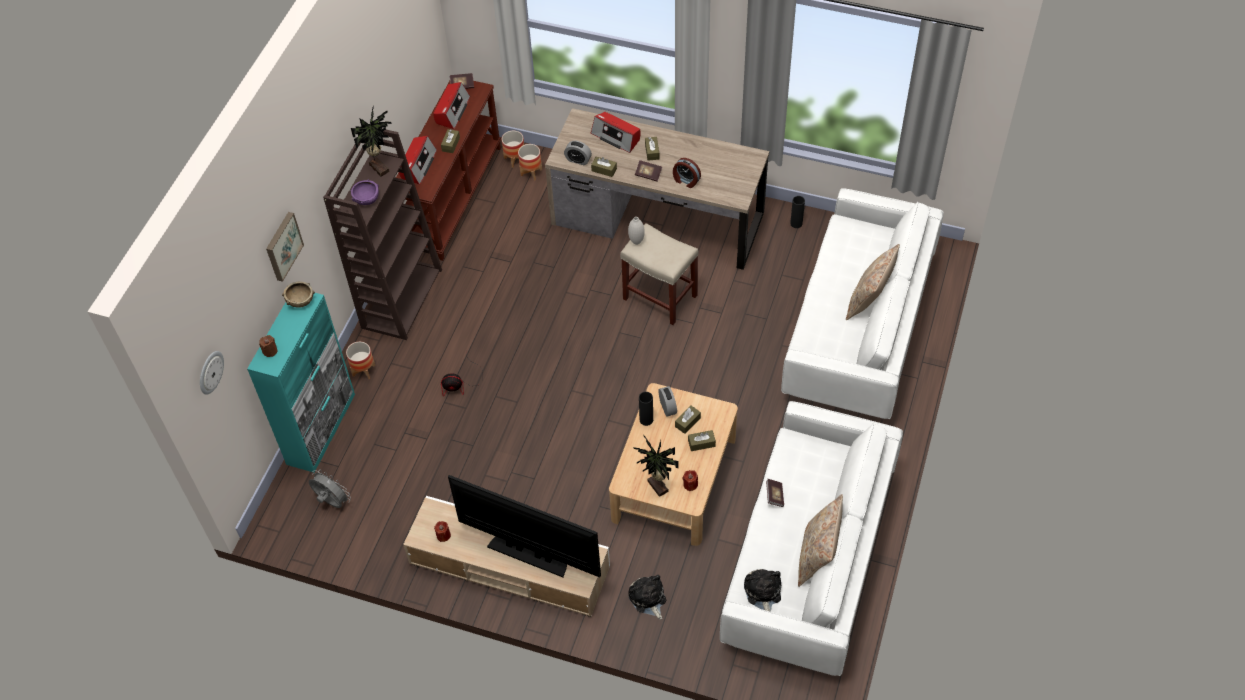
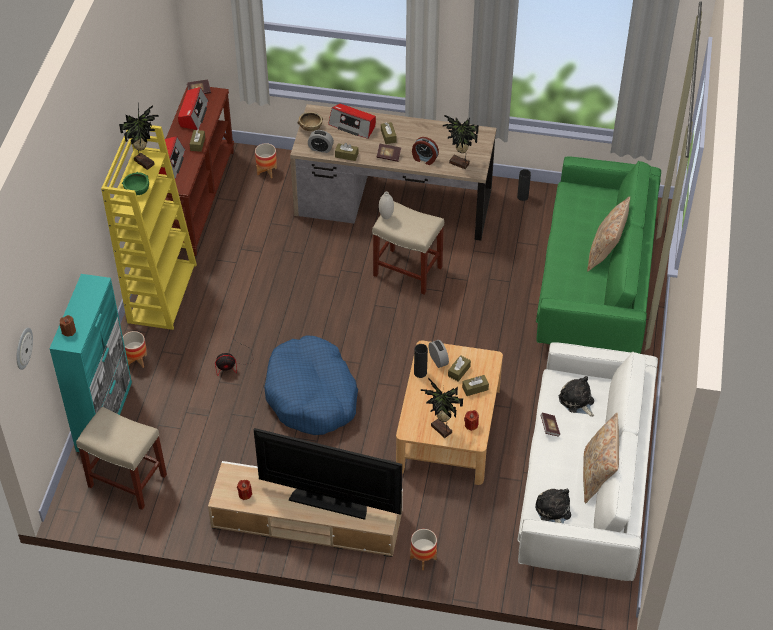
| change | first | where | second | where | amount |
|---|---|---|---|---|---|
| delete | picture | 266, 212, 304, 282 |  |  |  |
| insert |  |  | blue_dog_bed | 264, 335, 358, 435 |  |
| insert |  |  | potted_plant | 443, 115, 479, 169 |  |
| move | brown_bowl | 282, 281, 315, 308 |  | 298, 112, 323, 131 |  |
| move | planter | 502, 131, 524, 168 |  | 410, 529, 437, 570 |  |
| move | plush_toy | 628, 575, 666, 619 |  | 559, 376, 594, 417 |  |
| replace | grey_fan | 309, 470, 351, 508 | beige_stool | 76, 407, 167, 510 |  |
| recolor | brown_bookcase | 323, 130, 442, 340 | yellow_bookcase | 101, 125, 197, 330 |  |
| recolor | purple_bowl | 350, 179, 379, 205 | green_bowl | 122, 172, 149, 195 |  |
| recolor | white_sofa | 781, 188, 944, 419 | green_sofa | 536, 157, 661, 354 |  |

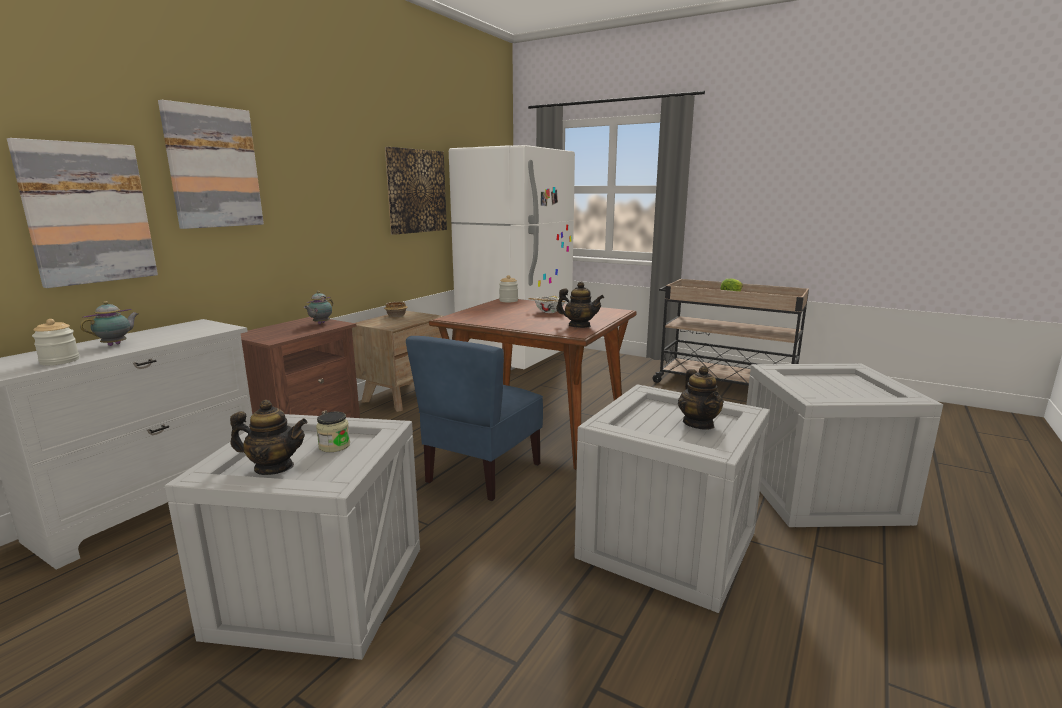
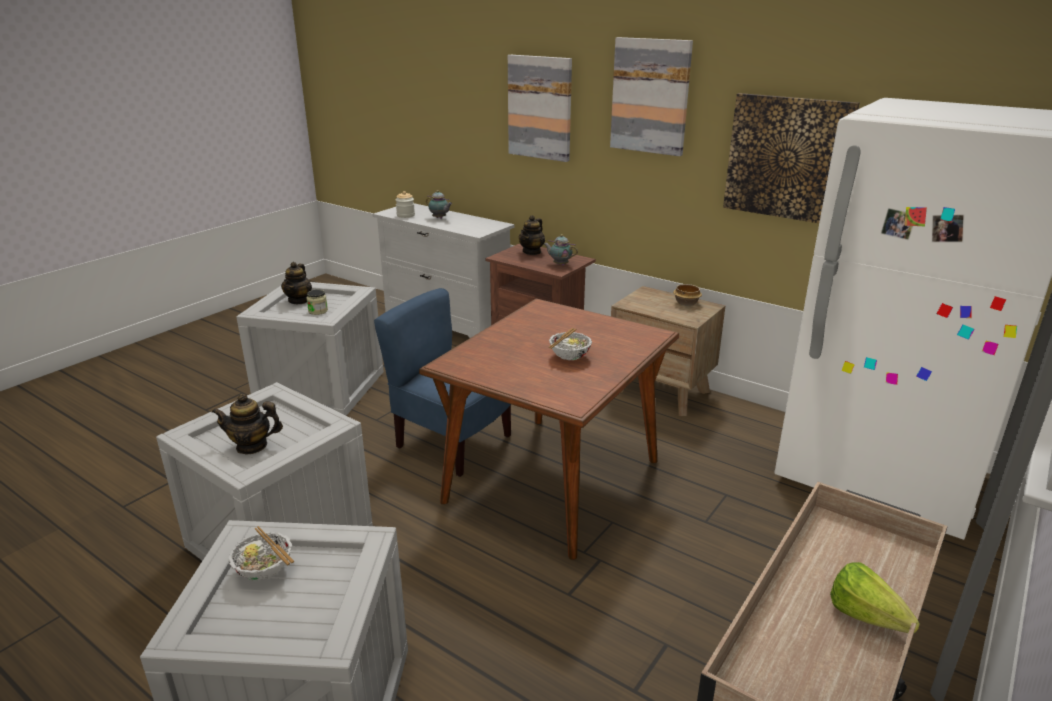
| change | first | where | second | where | amount |
|---|---|---|---|---|---|
| delete | jar | 499, 275, 518, 303 |  |  |  |
| insert |  |  | bowl | 228, 526, 294, 580 |  |
| move | picture | 7, 138, 158, 288 |  | 610, 37, 693, 156 |  |
| move | teapot | 556, 282, 604, 328 |  | 519, 215, 545, 255 |  |

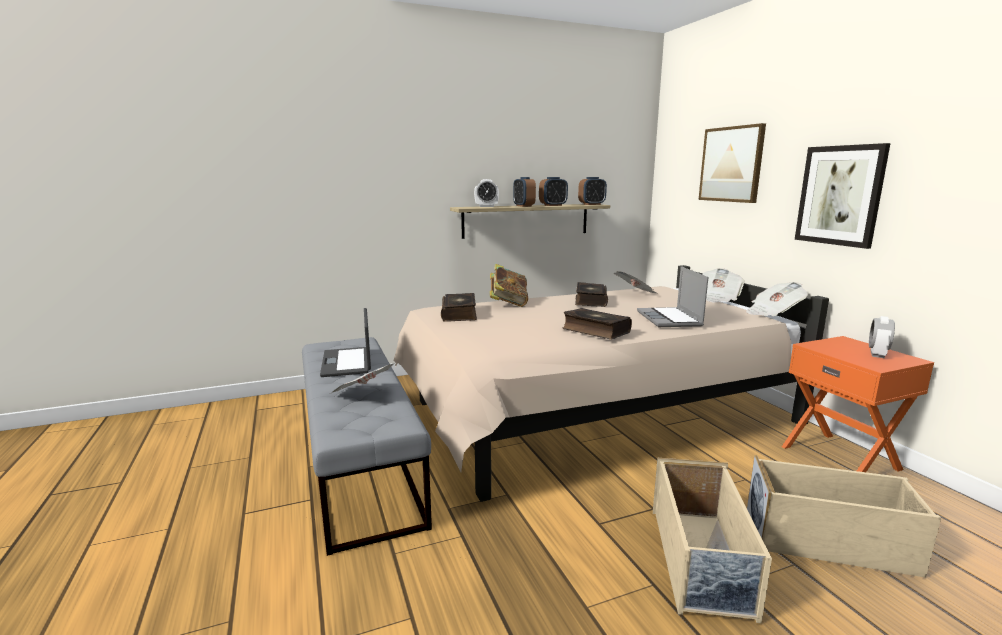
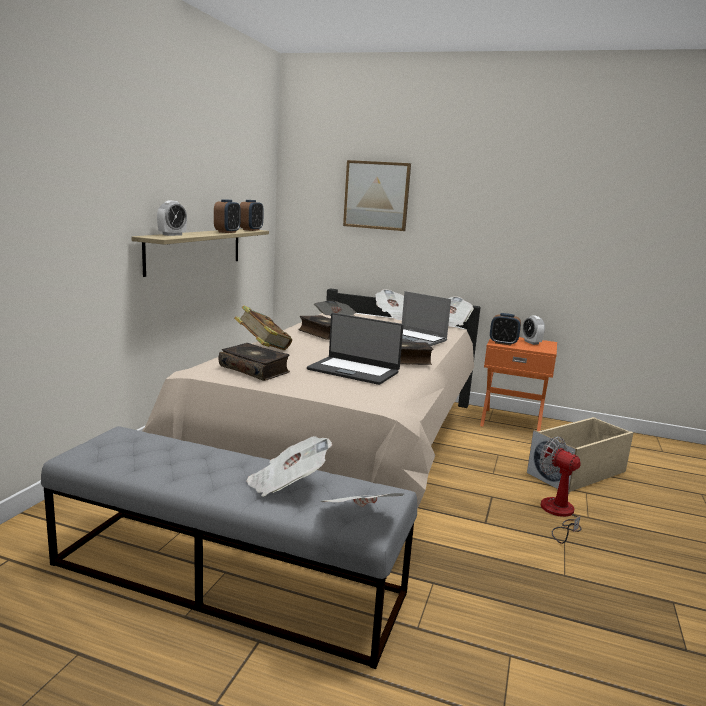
| change | first | where | second | where | amount |
|---|---|---|---|---|---|
| delete | picture | 795, 143, 891, 249 |  |  |  |
| insert |  |  | newspaper | 321, 493, 404, 507 |  |
| move | laptop | 320, 308, 371, 377 |  | 307, 313, 404, 385 |  |
| move | alarm_clock | 513, 177, 536, 207 |  | 490, 313, 521, 345 |  |
| replace | beige_storage_box | 653, 458, 772, 623 | fan | 540, 437, 581, 544 |  |

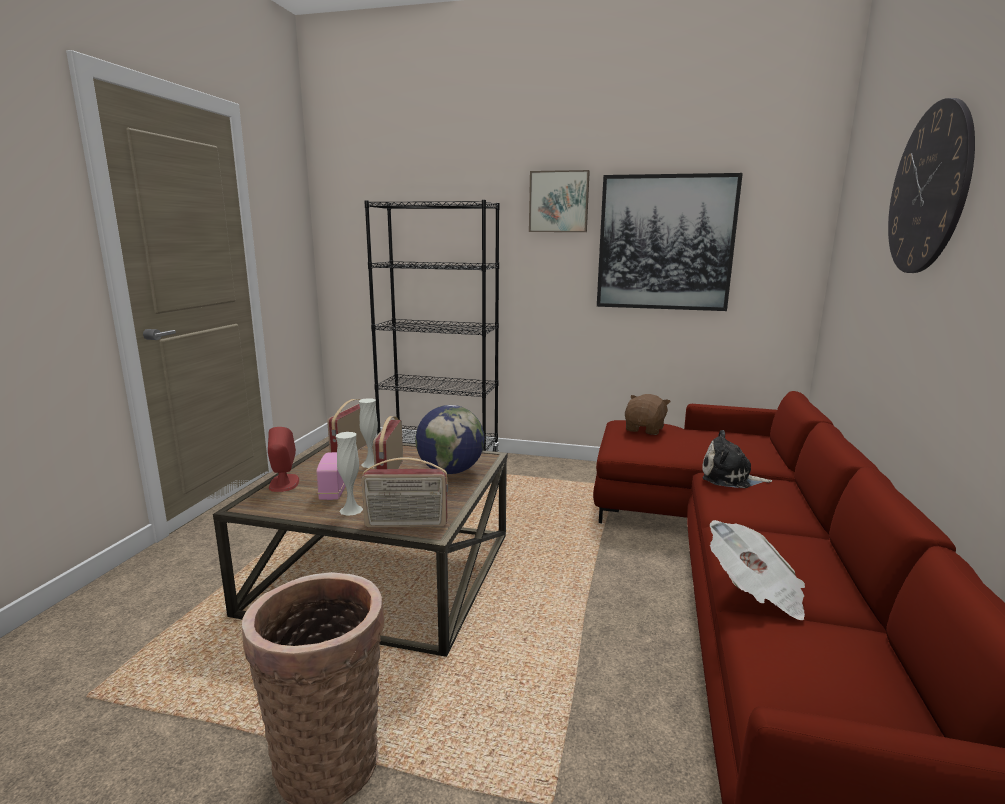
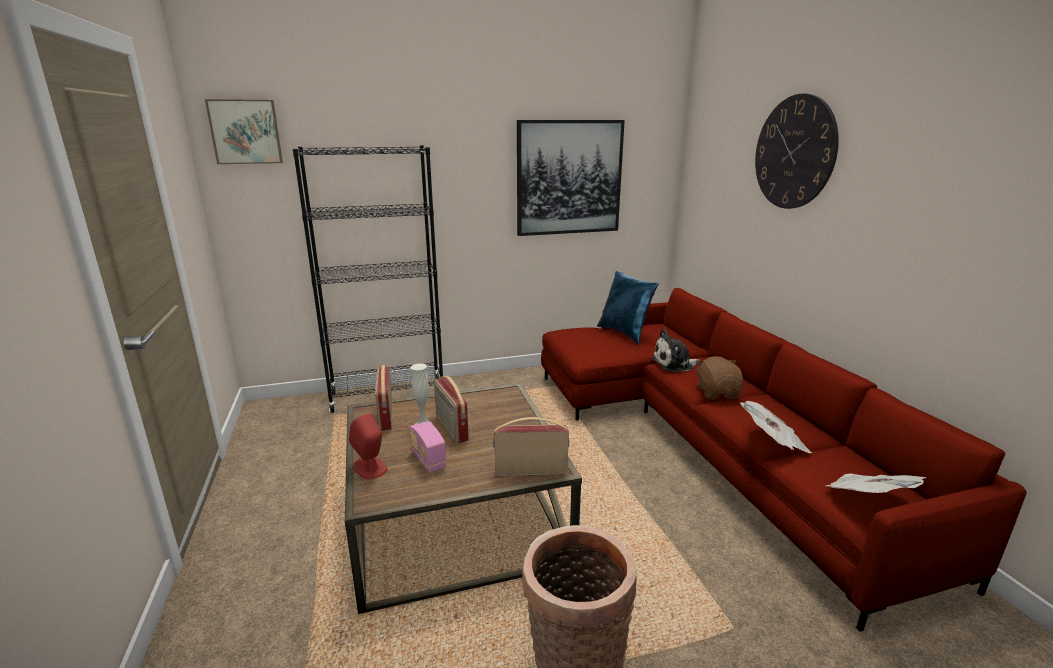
| change | first | where | second | where | amount |
|---|---|---|---|---|---|
| delete | white_vase | 336, 432, 363, 516 |  |  |  |
| delete | globe | 415, 405, 485, 474 |  |  |  |
| insert |  |  | blue_pillow | 597, 270, 659, 344 |  |
| insert |  |  | newspaper | 826, 473, 927, 493 |  |
| move | picture | 529, 170, 590, 232 |  | 205, 99, 283, 164 |  |
| move | brown_plush_toy | 625, 394, 671, 435 |  | 696, 356, 743, 399 |  |
| rotate | radio | 361, 458, 448, 528 |  | 493, 417, 569, 476 | 150 degrees counterclockwise |

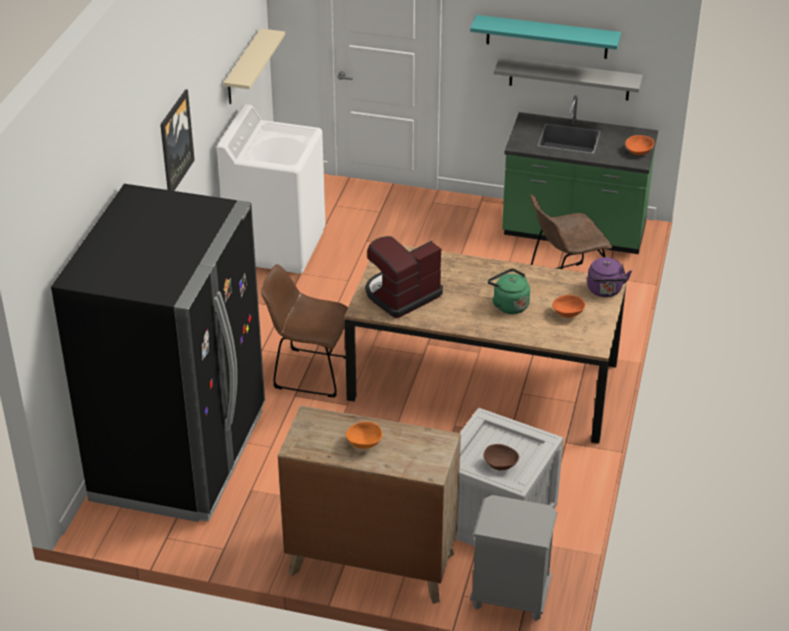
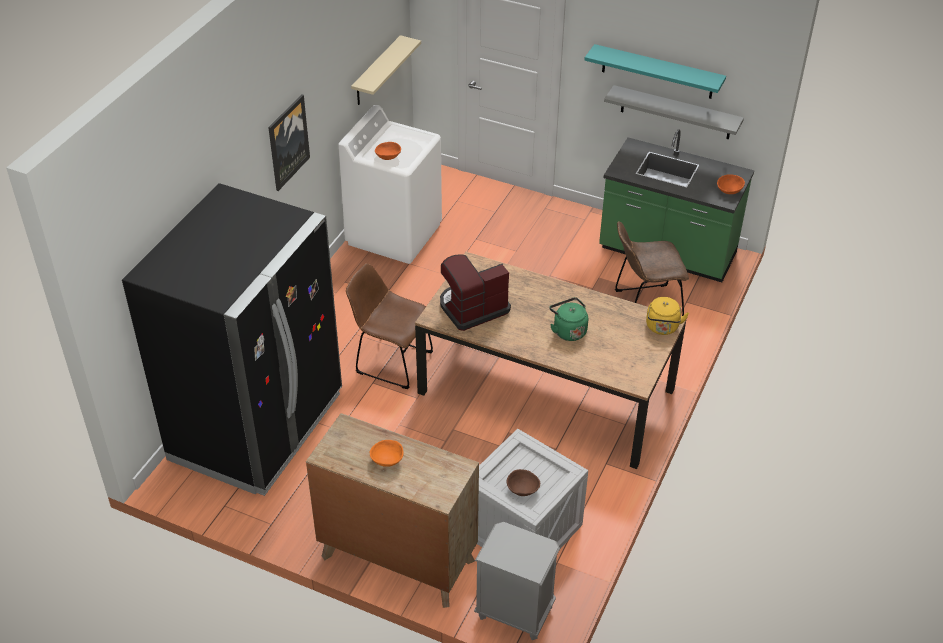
| change | first | where | second | where | amount |
|---|---|---|---|---|---|
| move | orange_bowl | 552, 295, 586, 318 |  | 375, 142, 401, 160 |  |
| recolor | purple_kettle | 587, 257, 632, 297 | yellow_kettle | 646, 297, 689, 335 |  |

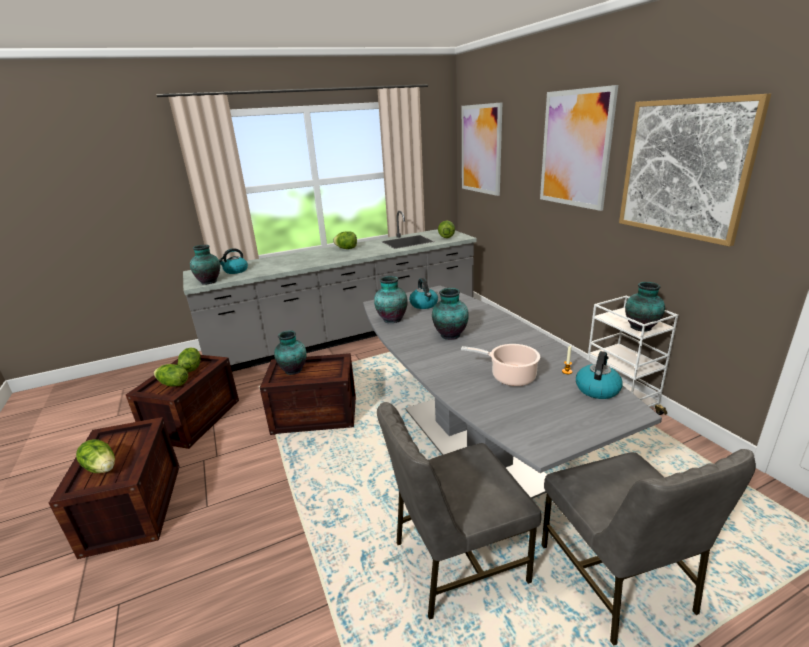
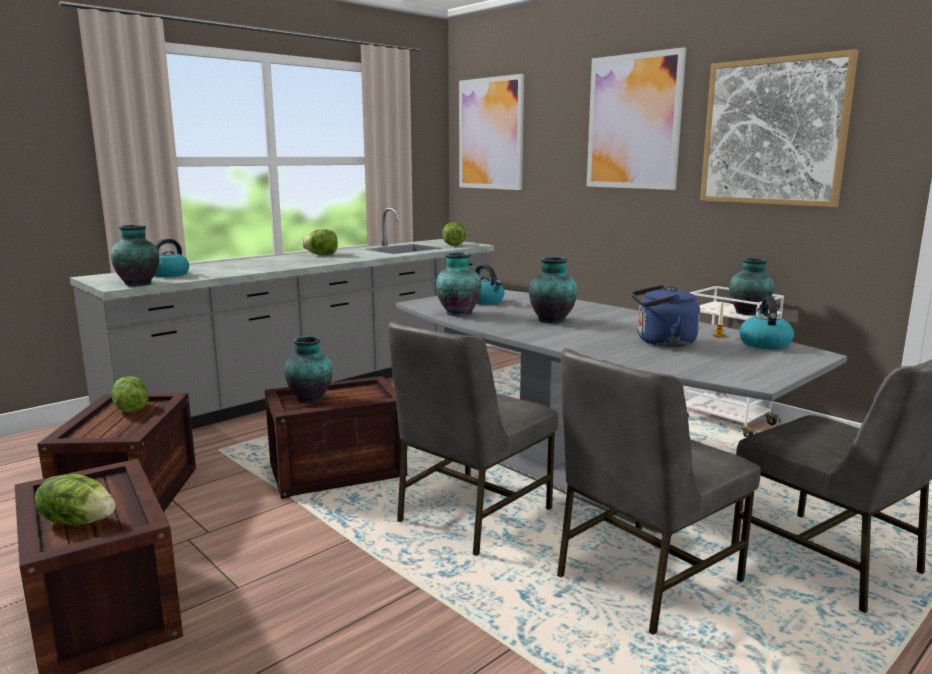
| change | first | where | second | where | amount |
|---|---|---|---|---|---|
| delete | lettuce | 154, 364, 188, 387 |  |  |  |
| insert |  |  | grey_chair | 388, 321, 559, 556 |  |
| replace | cooking_pot | 461, 344, 540, 386 | blue_kettle | 631, 285, 700, 347 |  |

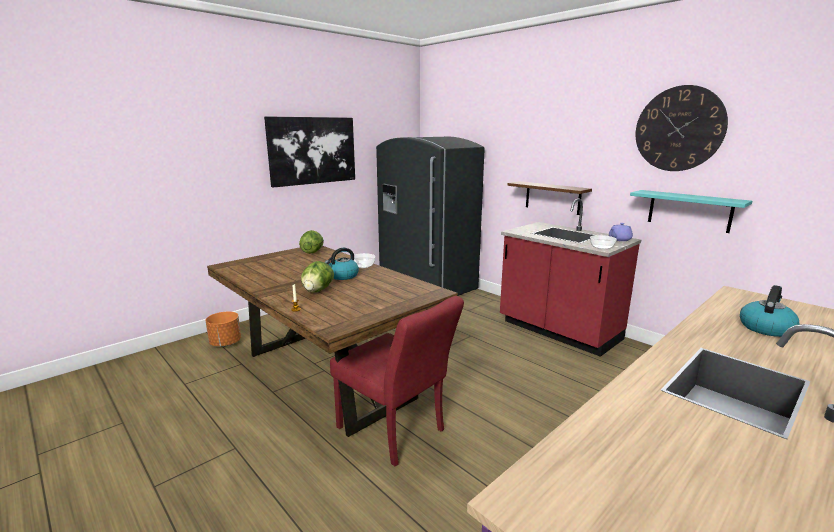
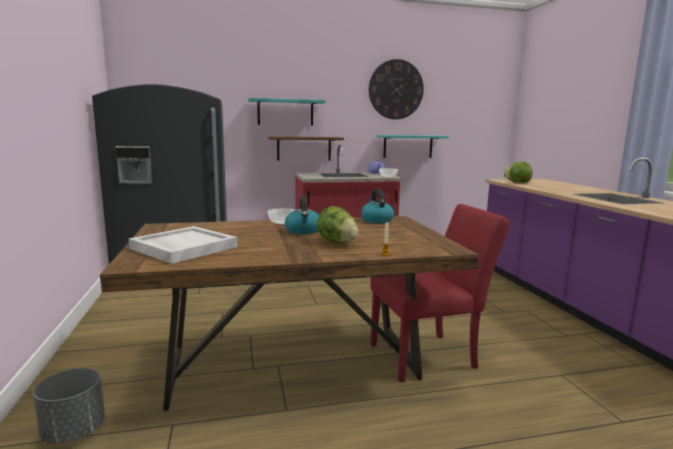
| change | first | where | second | where | amount |
|---|---|---|---|---|---|
| delete | picture | 264, 116, 355, 188 |  |  |  |
| insert |  |  | white_tray | 129, 226, 238, 264 |  |
| insert |  |  | turquoise_shelf | 248, 98, 326, 126 |  |
| move | lettuce | 299, 230, 324, 254 |  | 504, 162, 532, 183 |  |
| move | kettle | 740, 285, 799, 337 |  | 361, 189, 394, 223 |  |
| recolor | orange_planter | 205, 312, 241, 347 | grey_planter | 33, 368, 105, 444 |  |

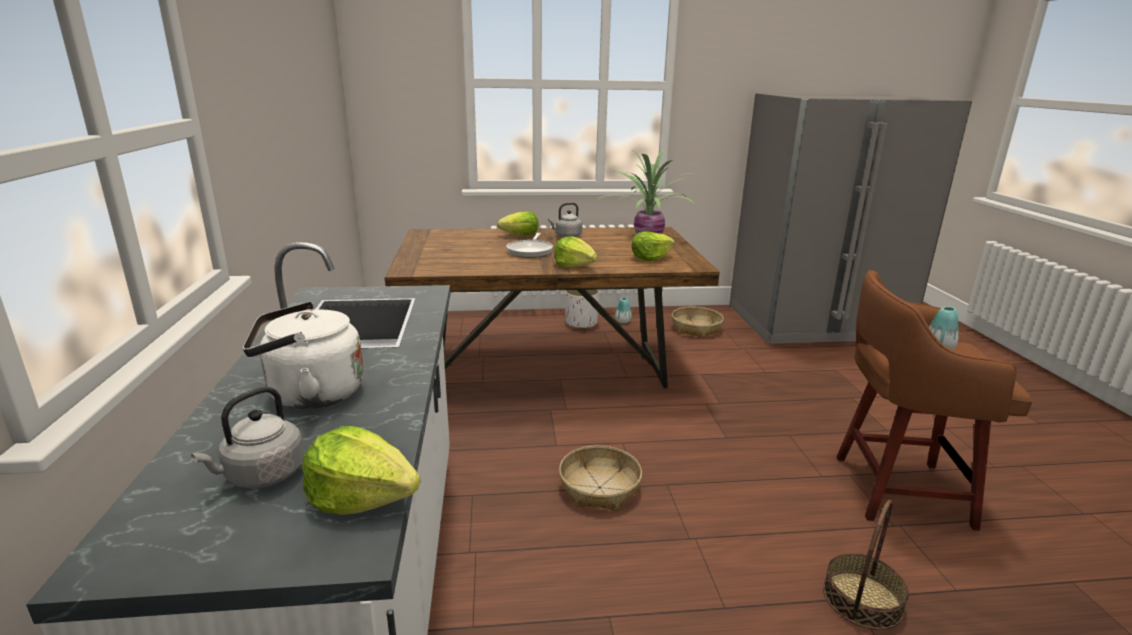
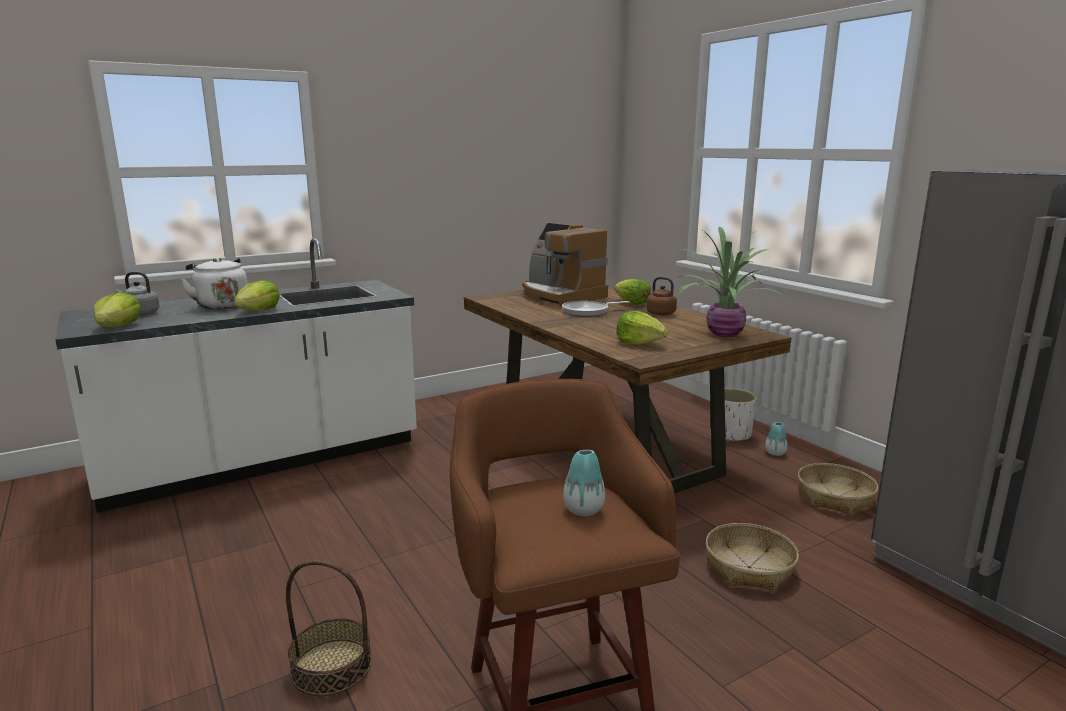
| change | first | where | second | where | amount |
|---|---|---|---|---|---|
| insert |  |  | coffee_machine | 522, 223, 608, 307 |  |
| move | lettuce | 554, 236, 598, 268 |  | 234, 280, 280, 311 |  |
| move | basket | 559, 446, 642, 511 |  | 706, 523, 799, 591 |  |
| recolor | grey_kettle | 548, 203, 582, 237 | brown_kettle | 643, 277, 677, 315 |  |

